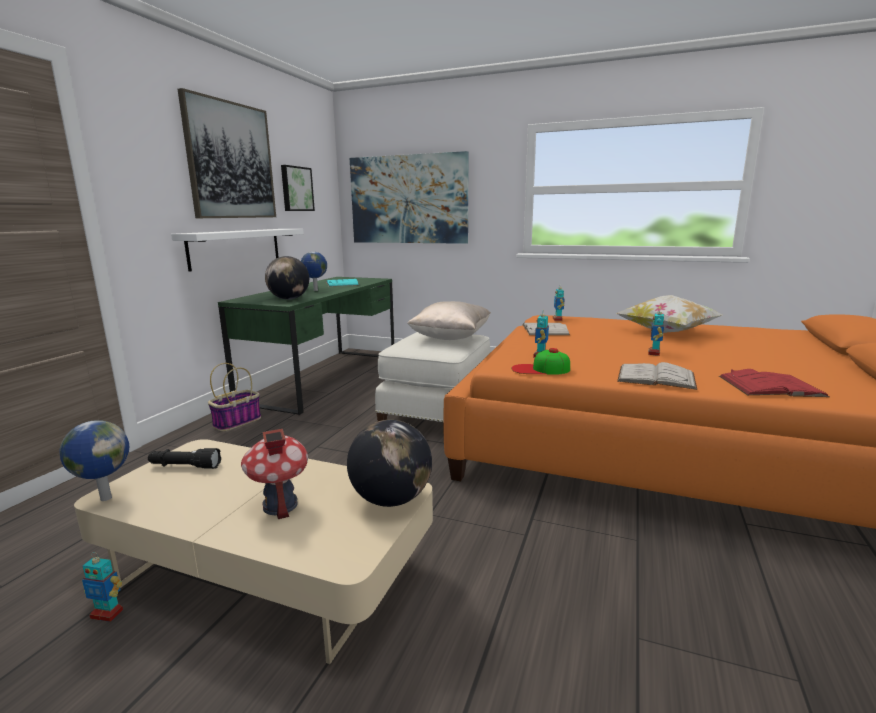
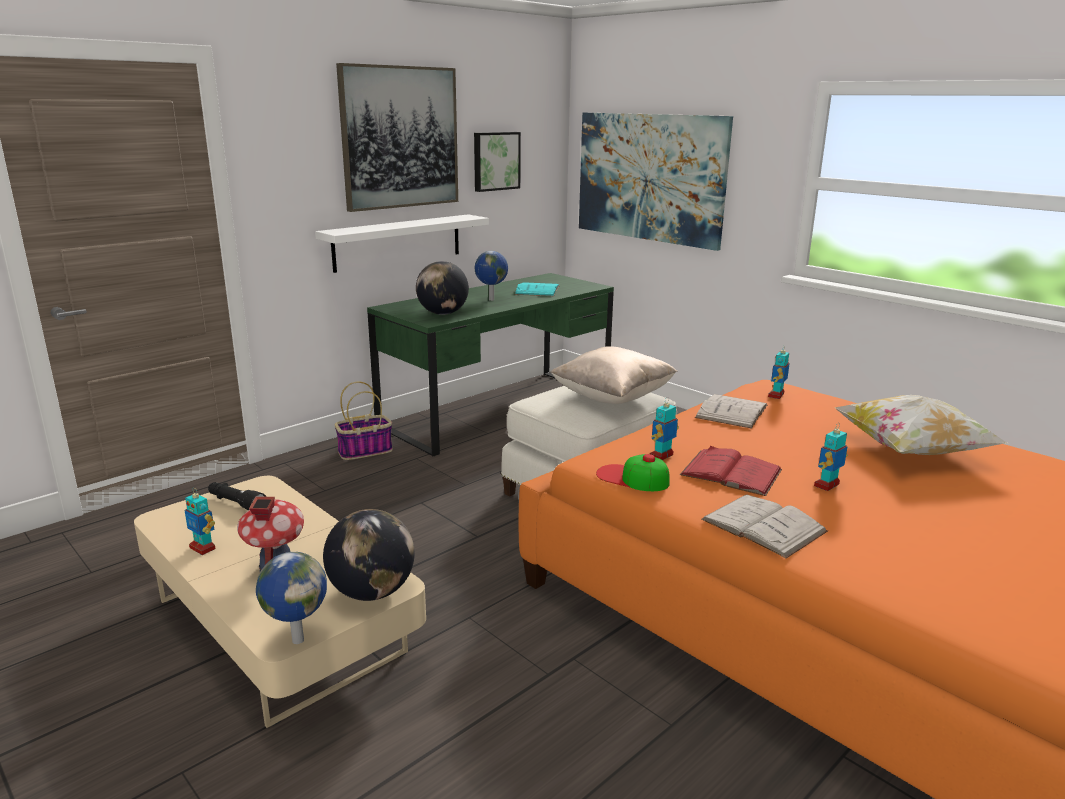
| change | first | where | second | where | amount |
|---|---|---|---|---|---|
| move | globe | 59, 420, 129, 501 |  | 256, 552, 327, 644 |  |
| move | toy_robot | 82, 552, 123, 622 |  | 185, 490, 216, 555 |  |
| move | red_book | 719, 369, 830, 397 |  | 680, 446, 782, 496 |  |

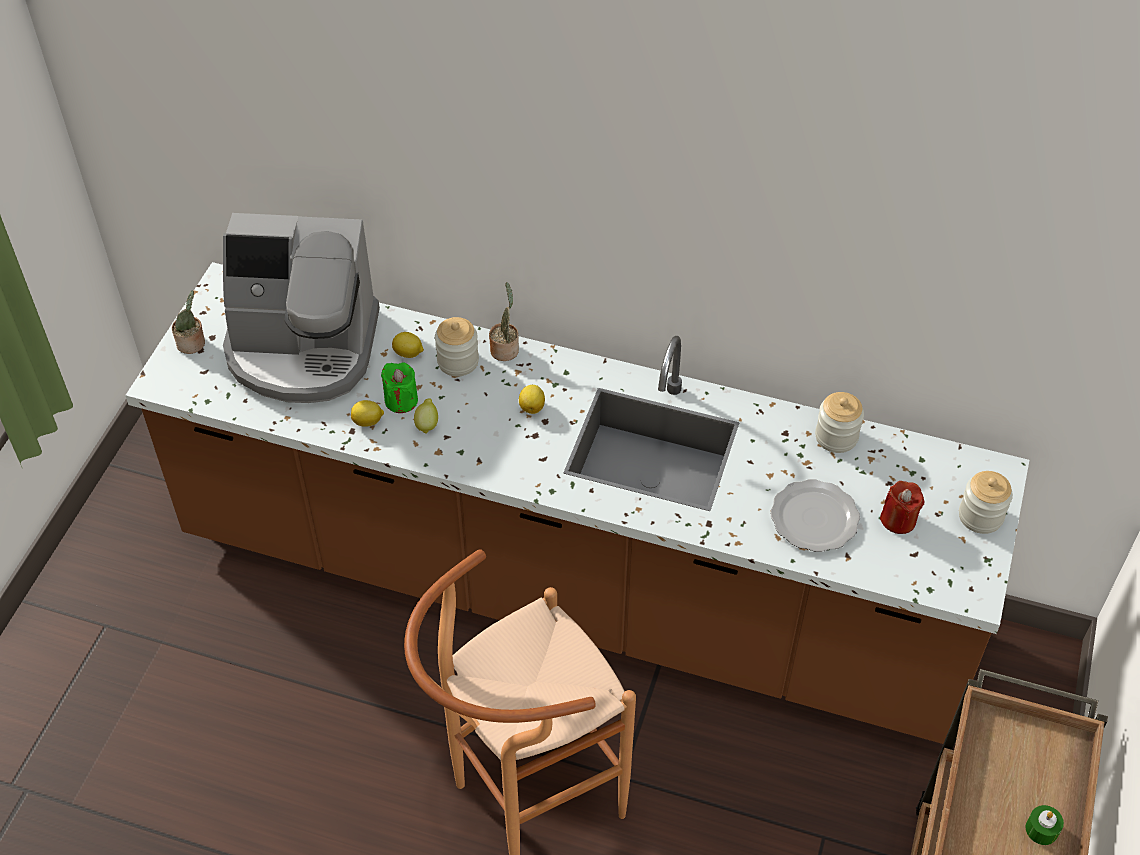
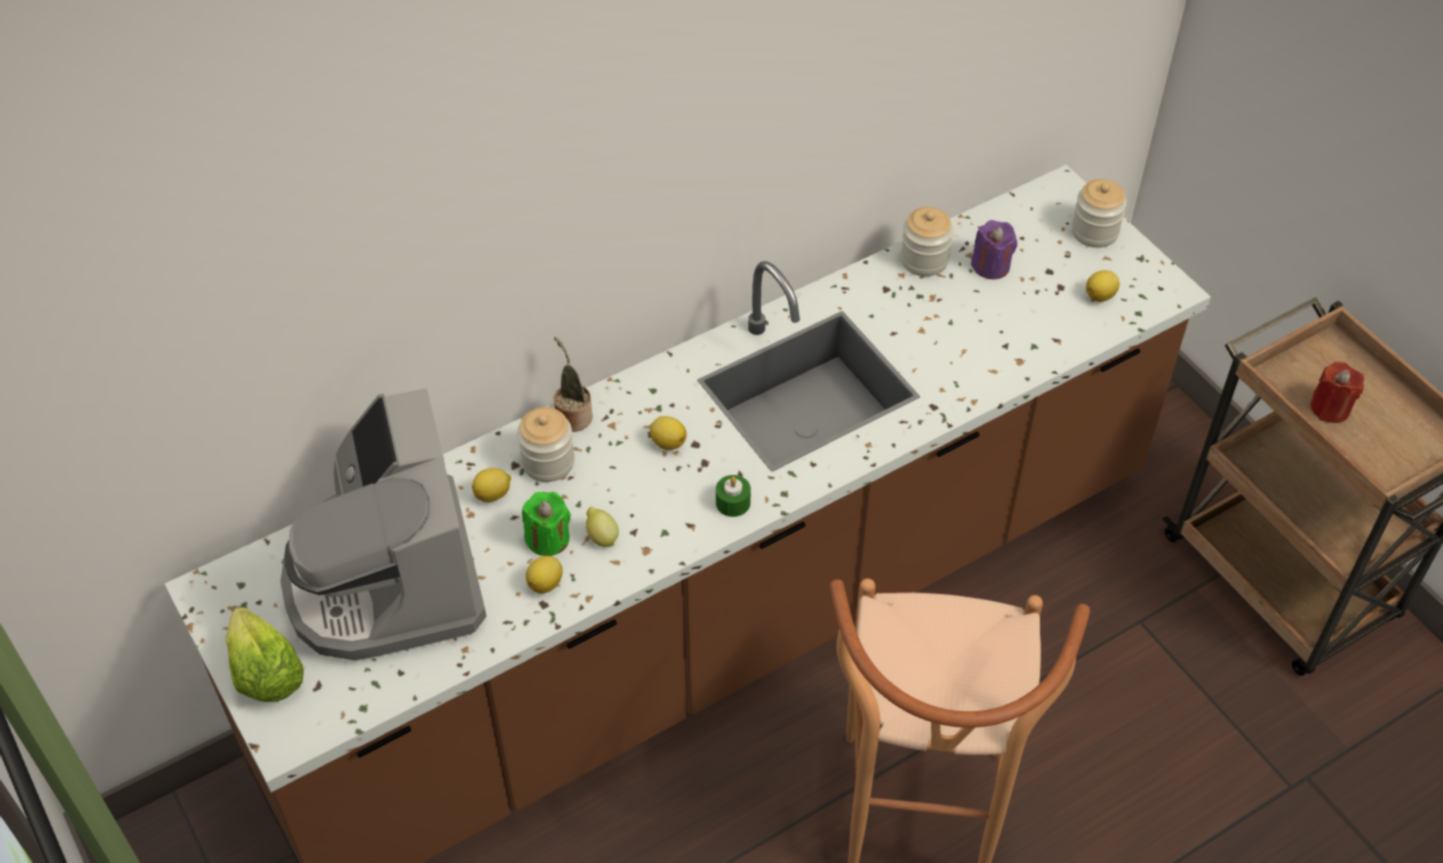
| change | first | where | second | where | amount |
|---|---|---|---|---|---|
| delete | plate | 770, 479, 860, 552 |  |  |  |
| insert |  |  | purple_candle | 971, 220, 1017, 279 |  |
| insert |  |  | lemon | 1086, 270, 1120, 302 |  |
| move | red_candle | 880, 481, 924, 534 |  | 1310, 362, 1364, 423 |  |
| move | green_candle | 1026, 805, 1064, 845 |  | 716, 475, 751, 517 |  |
| replace | potted_plant | 172, 290, 205, 354 | lettuce | 226, 607, 304, 702 |  |
| rotate | coffee_machine | 223, 213, 380, 403 |  | 280, 388, 487, 660 | 120 degrees clockwise |

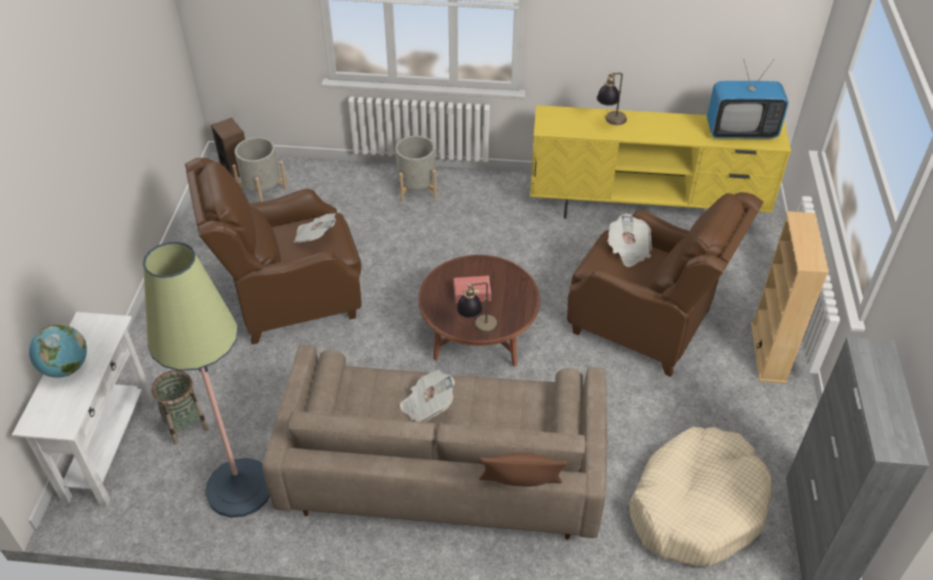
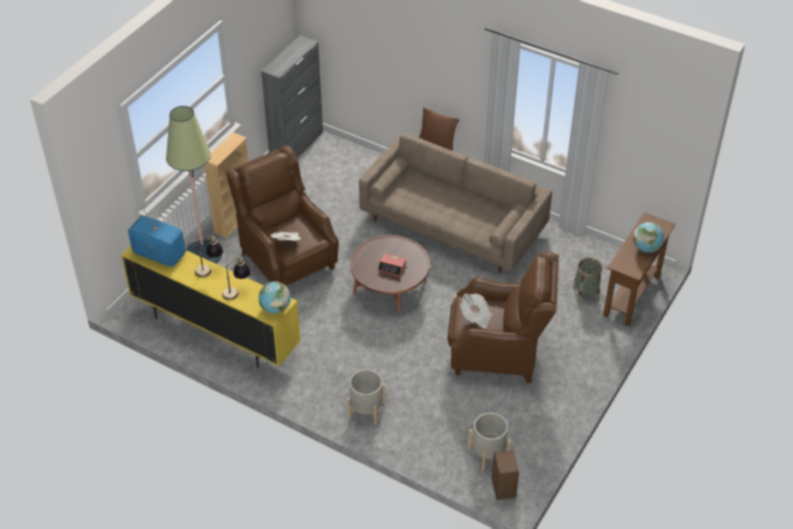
| change | first | where | second | where | amount |
|---|---|---|---|---|---|
| delete | newspaper | 400, 370, 455, 422 |  |  |  |
| delete | beige_dog_bed | 630, 427, 772, 566 |  |  |  |
| insert |  |  | globe | 259, 281, 291, 314 |  |
| move | floor_lamp | 143, 241, 270, 518 |  | 166, 106, 222, 264 |  |
| move | table_lamp | 457, 282, 498, 334 |  | 195, 235, 223, 277 |  |
| recolor | white_console_table | 12, 312, 153, 506 | brown_console_table | 603, 212, 675, 326 |  |

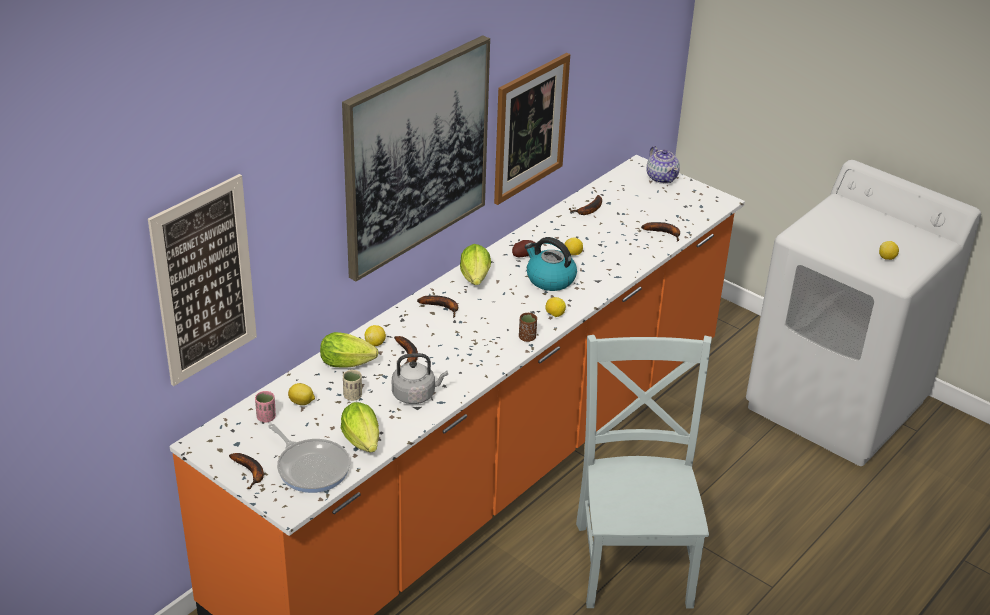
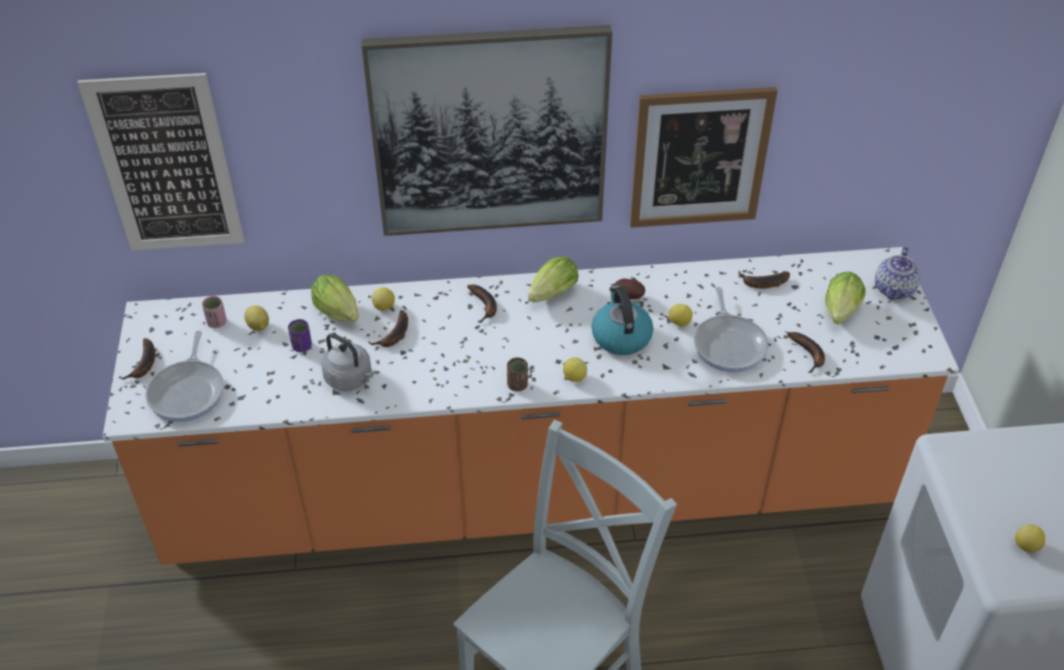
| change | first | where | second | where | amount |
|---|---|---|---|---|---|
| insert |  |  | frying_pan | 694, 287, 768, 373 |  |
| move | lettuce | 341, 402, 379, 453 |  | 825, 272, 866, 324 |  |
| recolor | beige_cup | 343, 370, 362, 401 | purple_cup | 288, 319, 312, 352 |  |

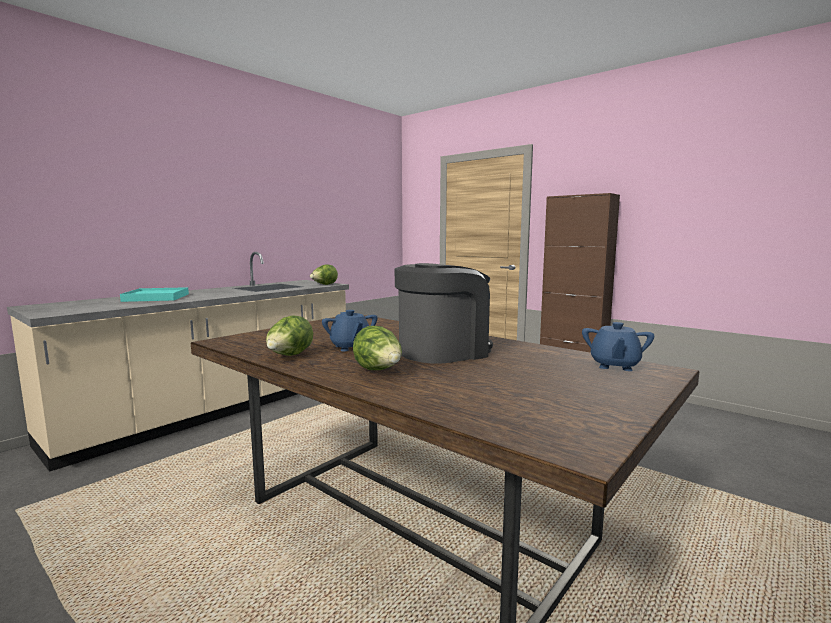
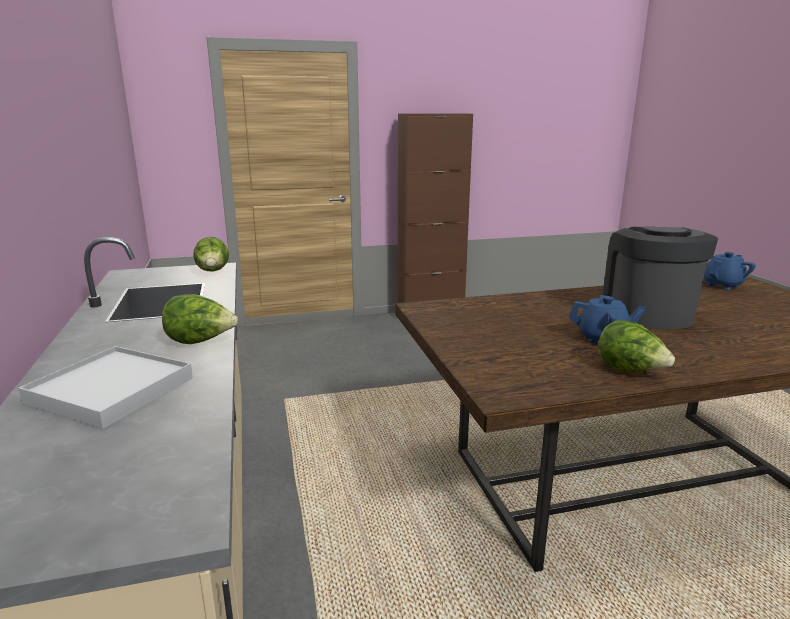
| change | first | where | second | where | amount |
|---|---|---|---|---|---|
| move | lettuce | 353, 326, 402, 370 |  | 162, 294, 238, 344 |  |
| recolor | turquoise_tray | 120, 287, 189, 302 | white_tray | 18, 346, 193, 429 |  |
| rotate | blue_teapot | 582, 322, 654, 371 |  | 704, 252, 756, 290 | 90 degrees counterclockwise |

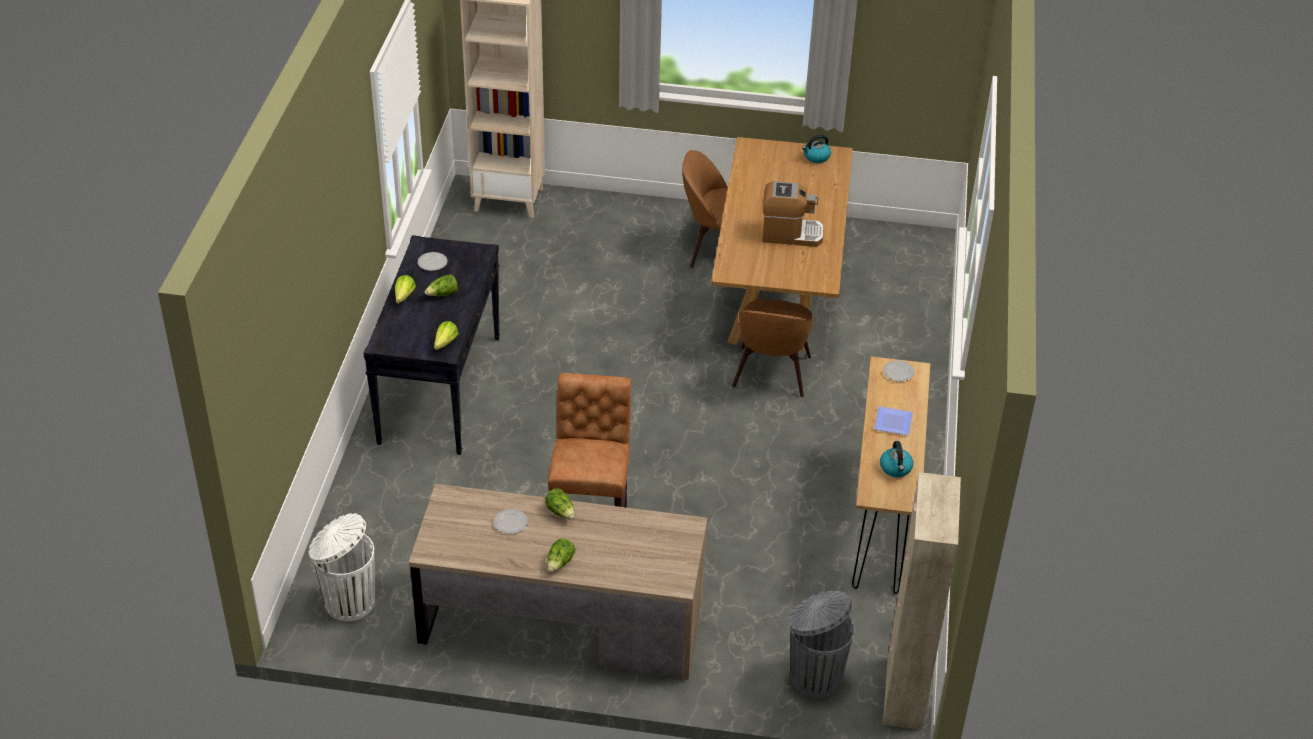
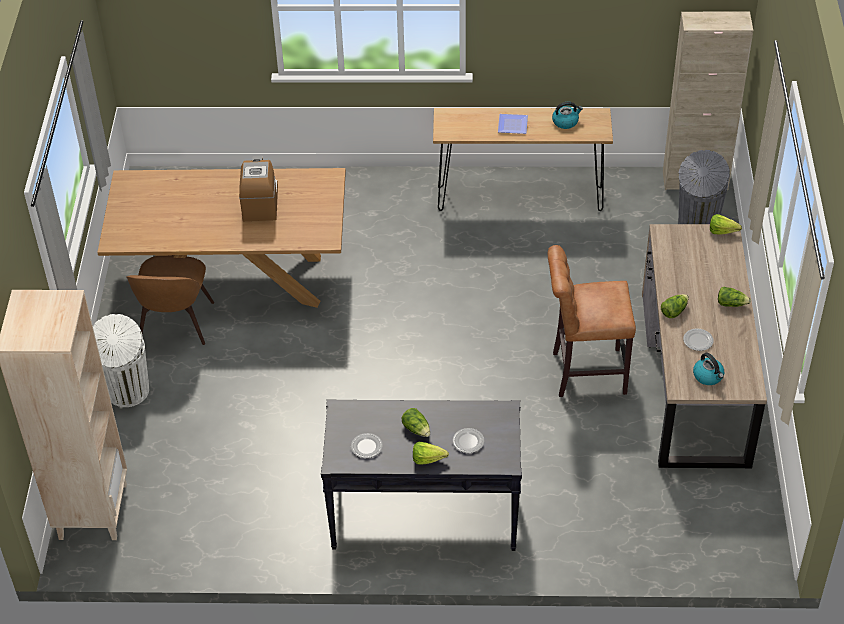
| change | first | where | second | where | amount |
|---|---|---|---|---|---|
| delete | brown_chair | 732, 299, 813, 397 |  |  |  |
| move | white_trash_can | 309, 513, 375, 621 |  | 93, 314, 149, 407 |  |
| move | lettuce | 434, 321, 459, 350 |  | 710, 214, 742, 235 |  |
| move | kettle | 802, 134, 831, 163 |  | 693, 353, 724, 385 |  |
| move | plate | 883, 361, 915, 382 |  | 452, 428, 484, 453 |  |

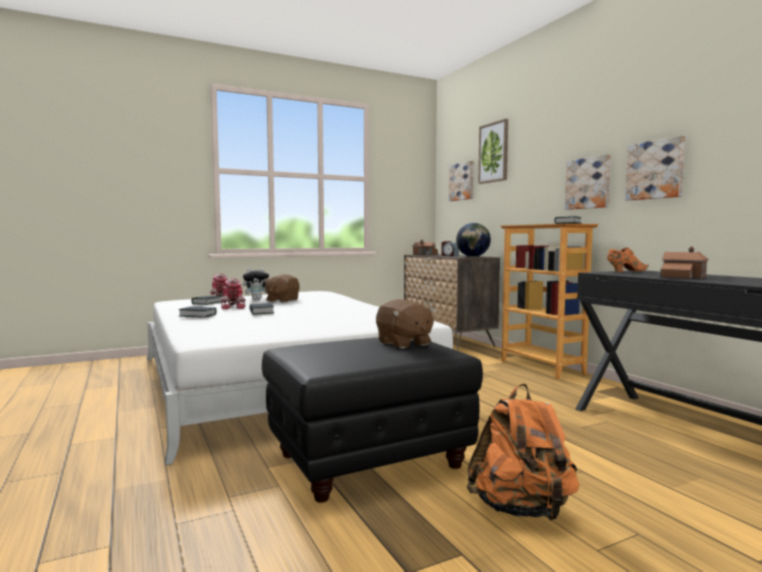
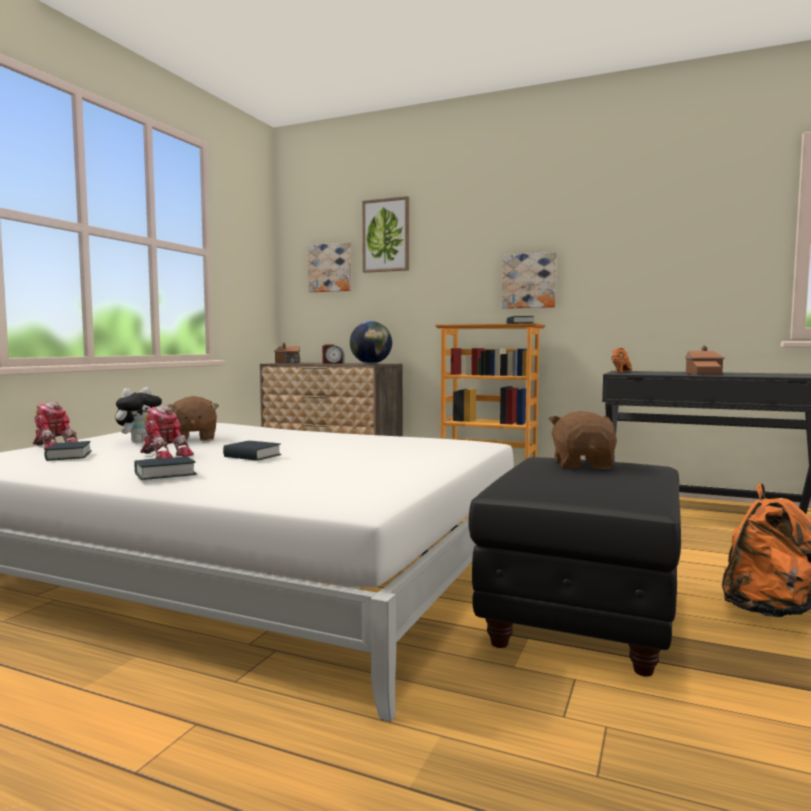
| change | first | where | second | where | amount |
|---|---|---|---|---|---|
| delete | picture | 625, 136, 685, 201 |  |  |  |
| rotate | brown_plush_toy | 376, 299, 435, 349 |  | 549, 411, 617, 469 | 105 degrees counterclockwise |

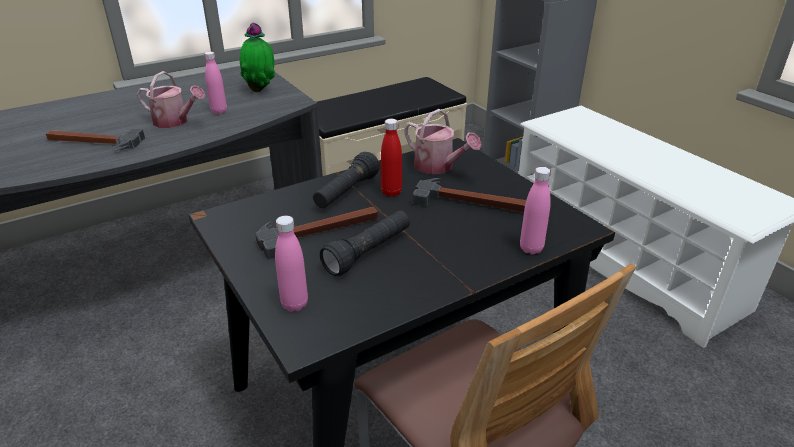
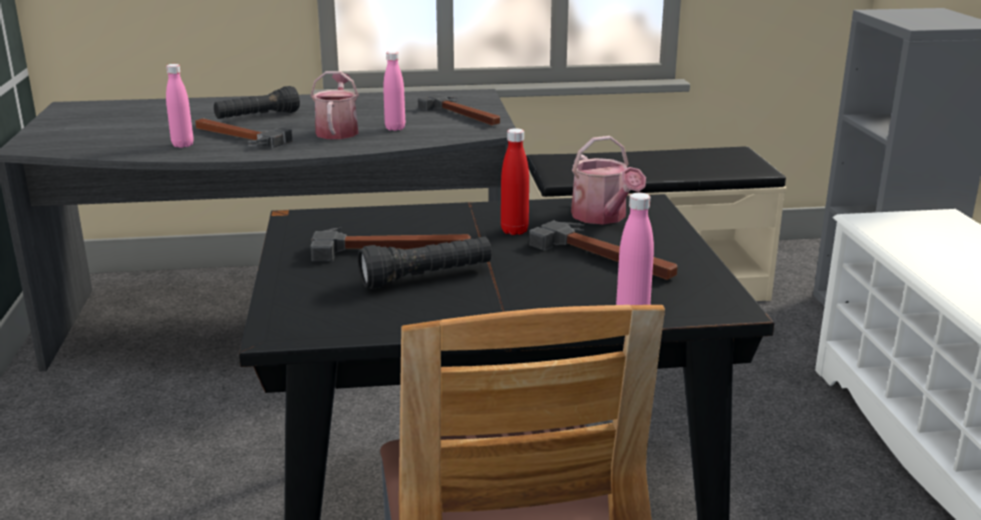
| change | first | where | second | where | amount |
|---|---|---|---|---|---|
| move | pink_bottle | 275, 216, 308, 312 |  | 166, 64, 193, 148 |  |
| move | black_flashlight | 313, 152, 380, 208 |  | 214, 86, 300, 119 |  |
| replace | potted_plant | 240, 23, 275, 92 | hammer | 418, 94, 500, 125 |  |
| rotate | watering_can | 137, 71, 206, 128 |  | 311, 71, 359, 139 | 135 degrees counterclockwise |

